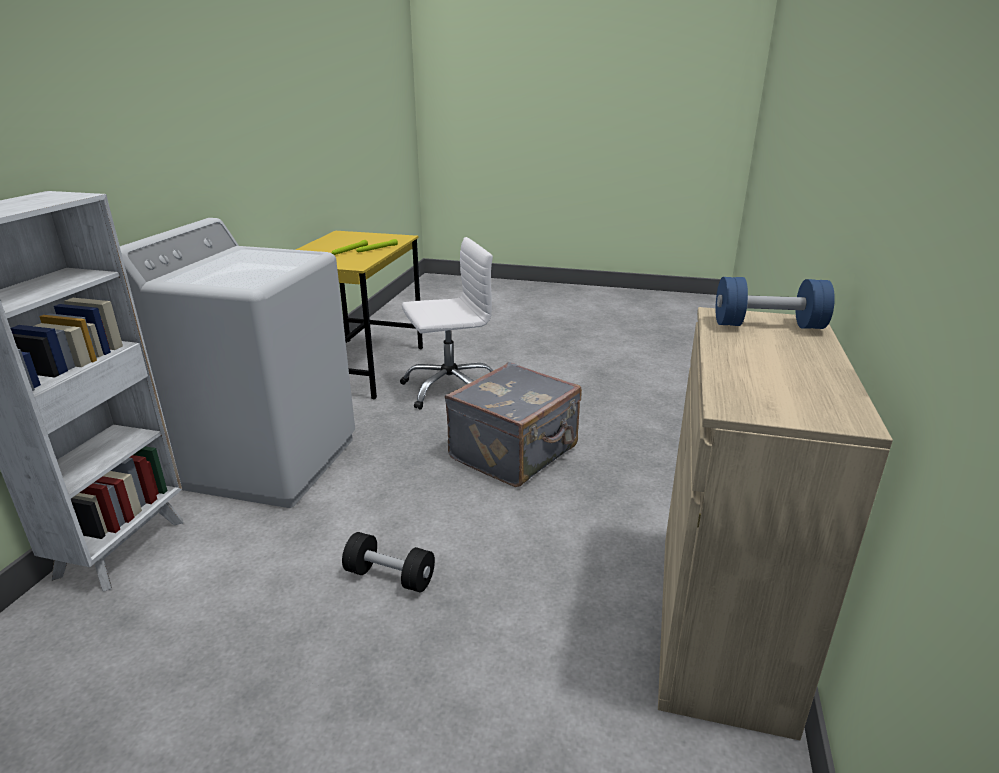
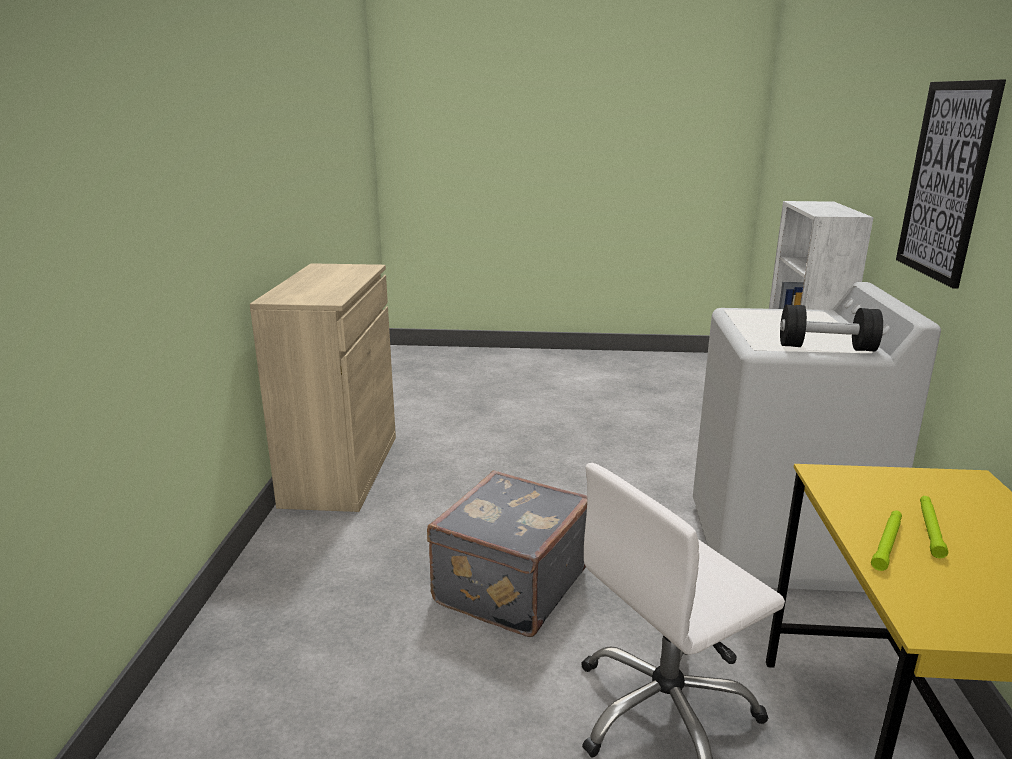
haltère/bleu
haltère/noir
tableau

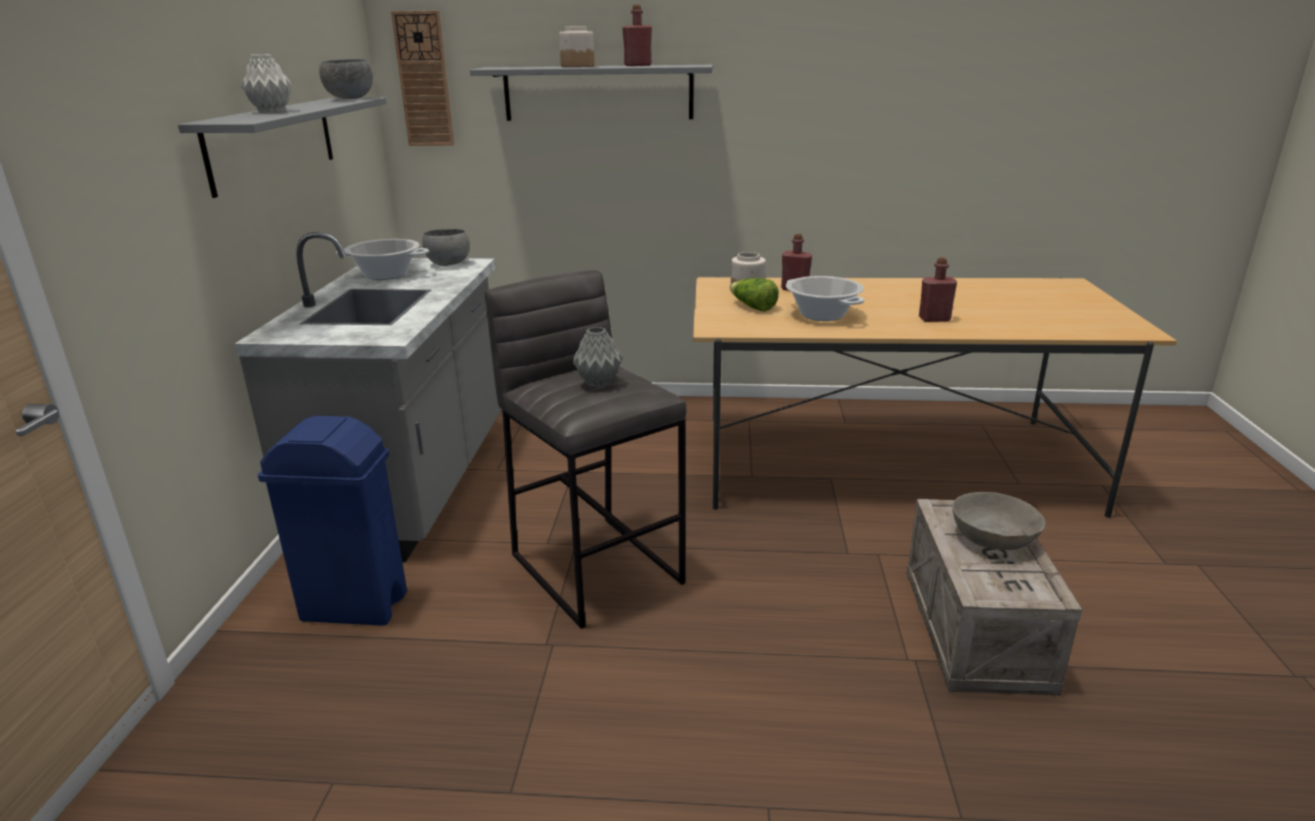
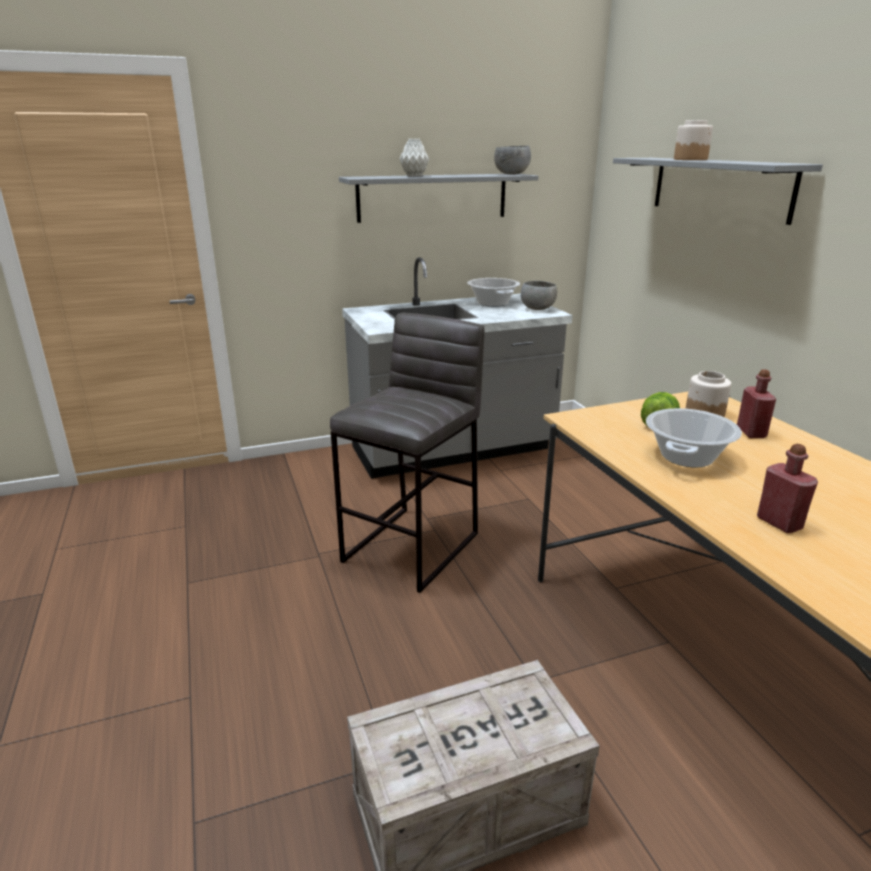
bouteille/rouge (no. 1 from left in the first image)
horloge murale
vase/gris (no. 2 from left in the first image)
poubelle/bleu
bol/gris (no. 3 from left in the first image)

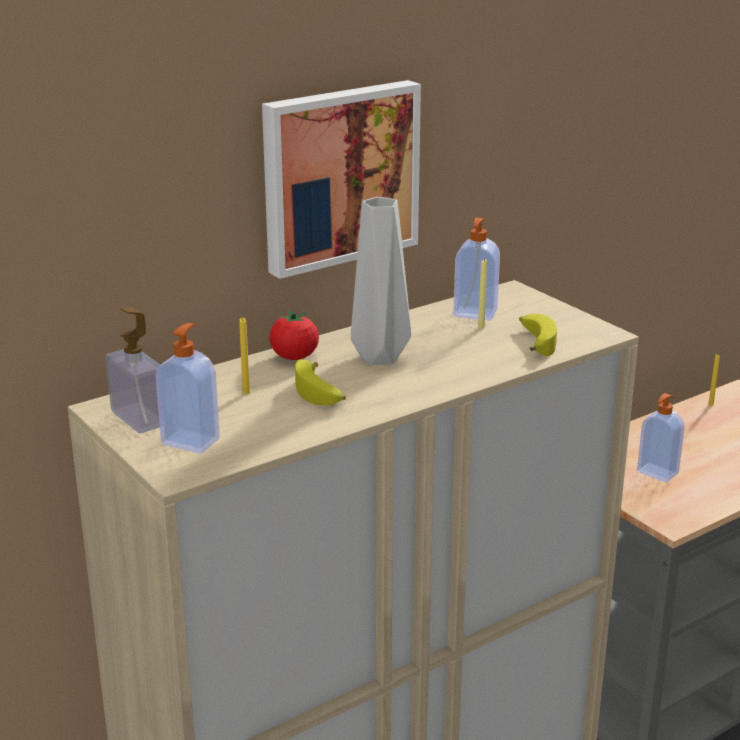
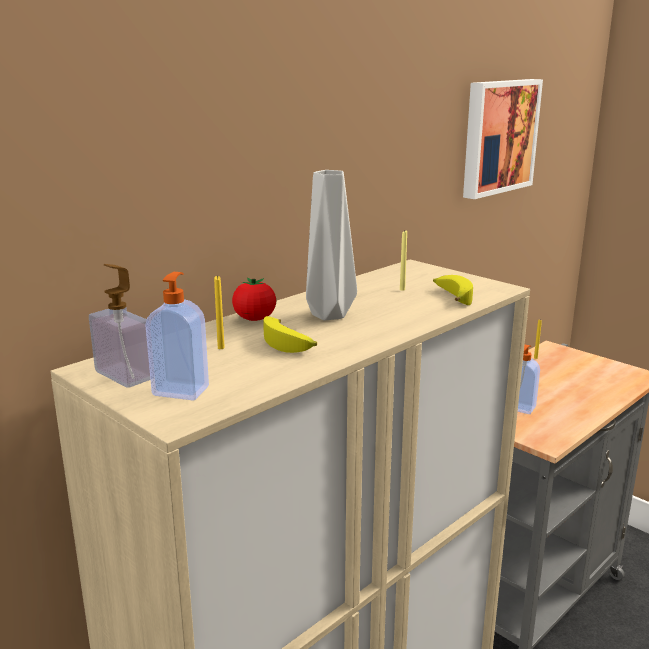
tableau
distributeur de savon (no. 3 from left in the first image)

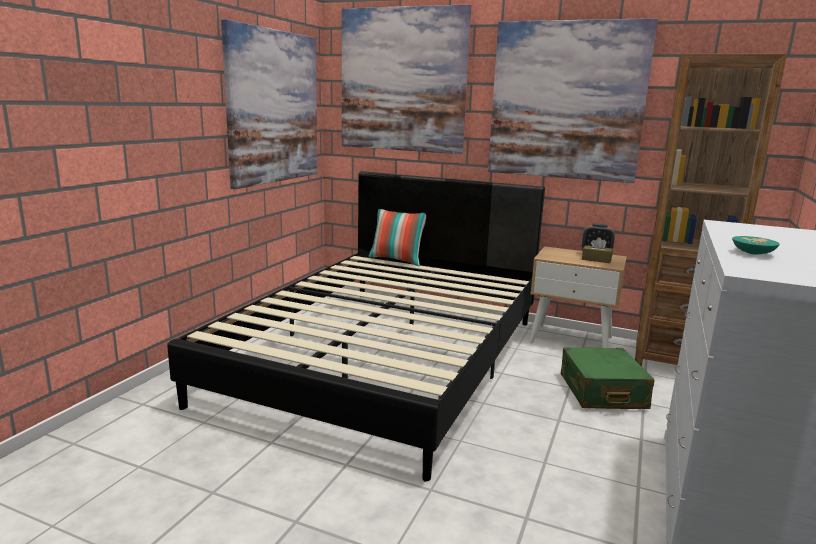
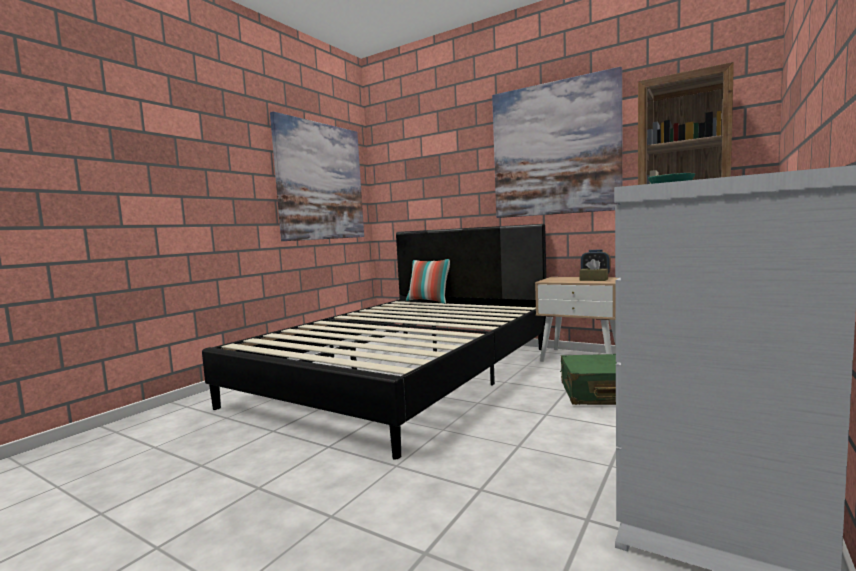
tableau (no. 2 from left in the first image)

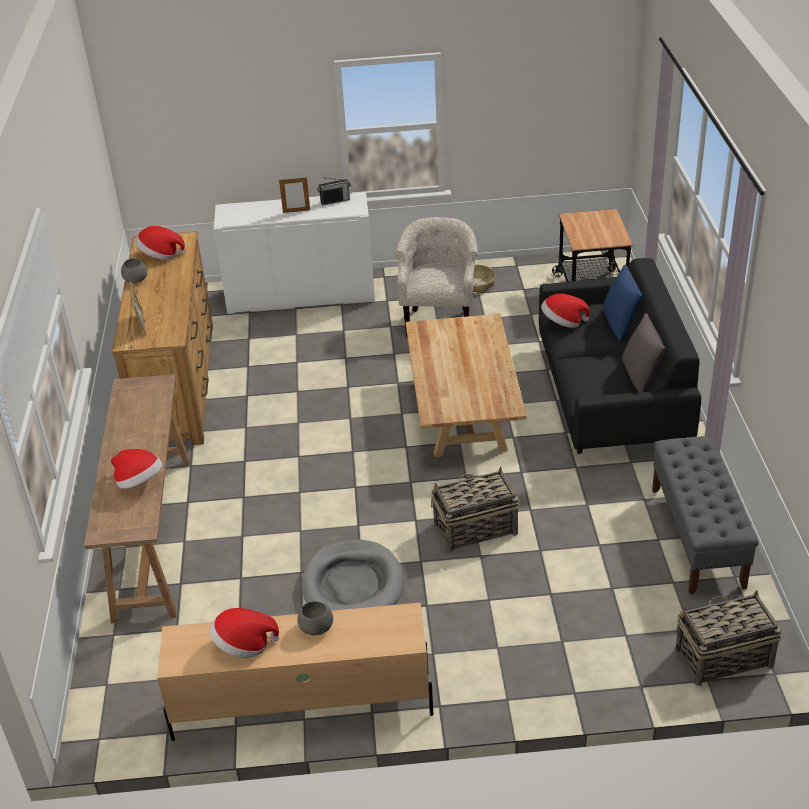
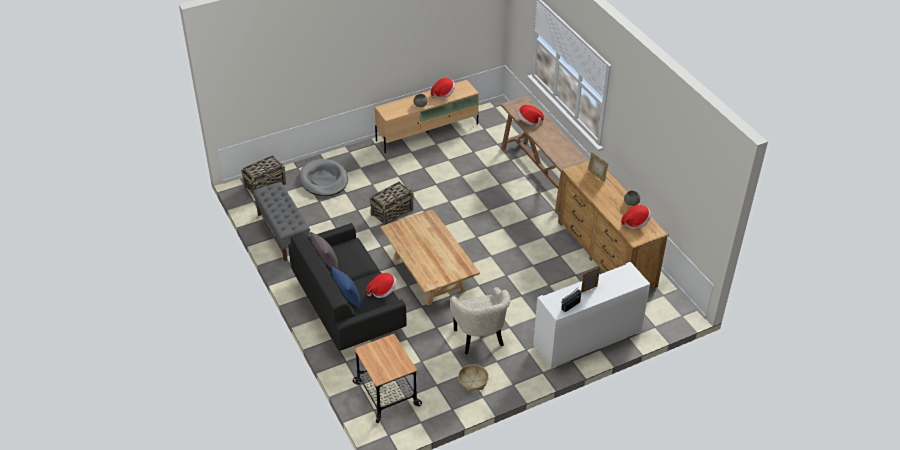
panier pour chien/gris

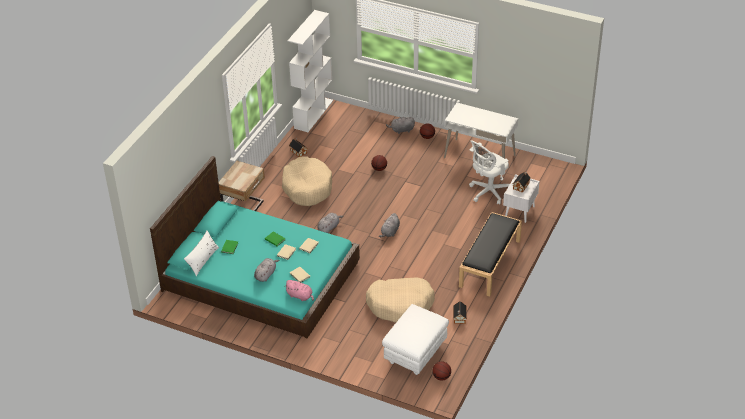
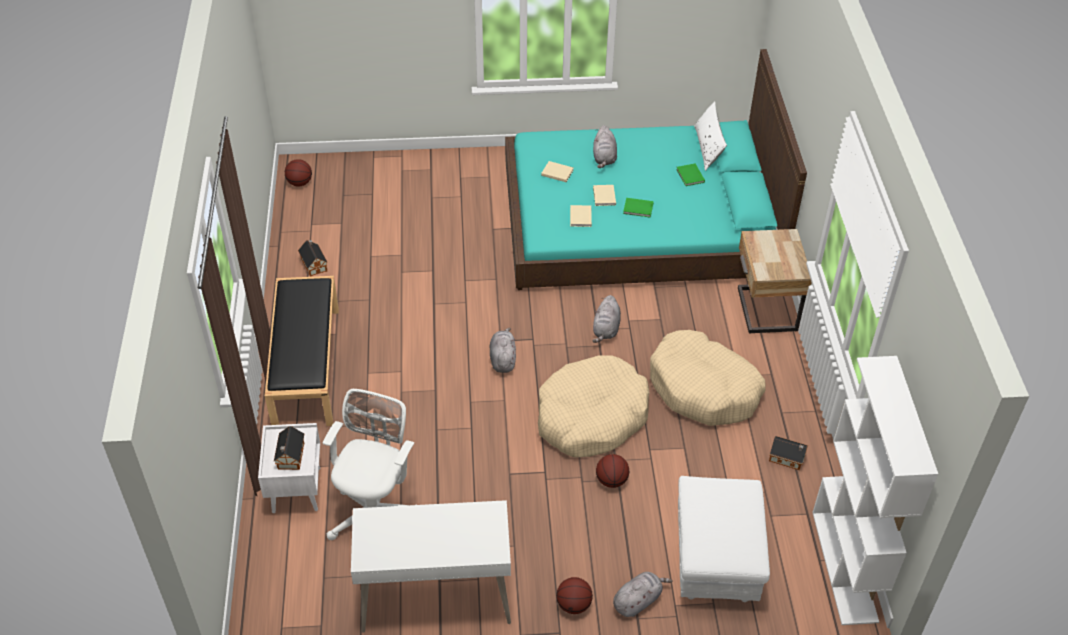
panier pour chien/beige (no. 1 from left)
peluche/rose
pouf/blanc

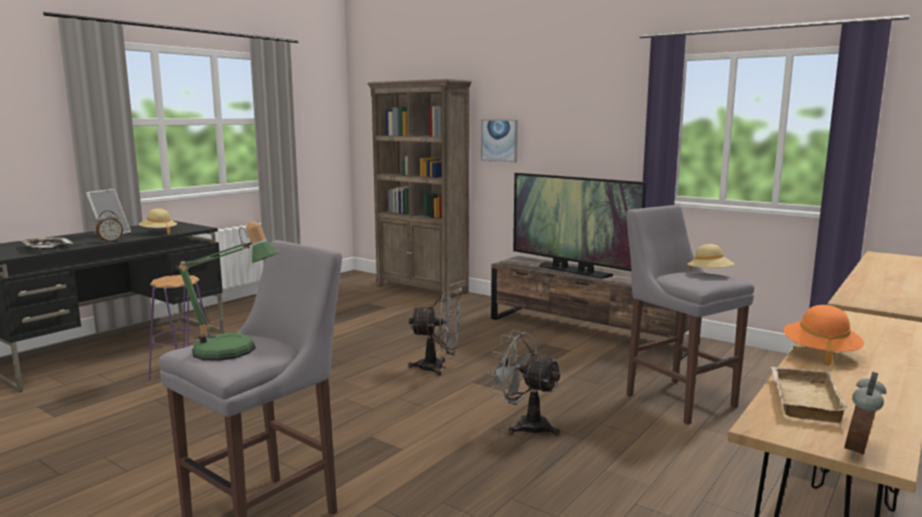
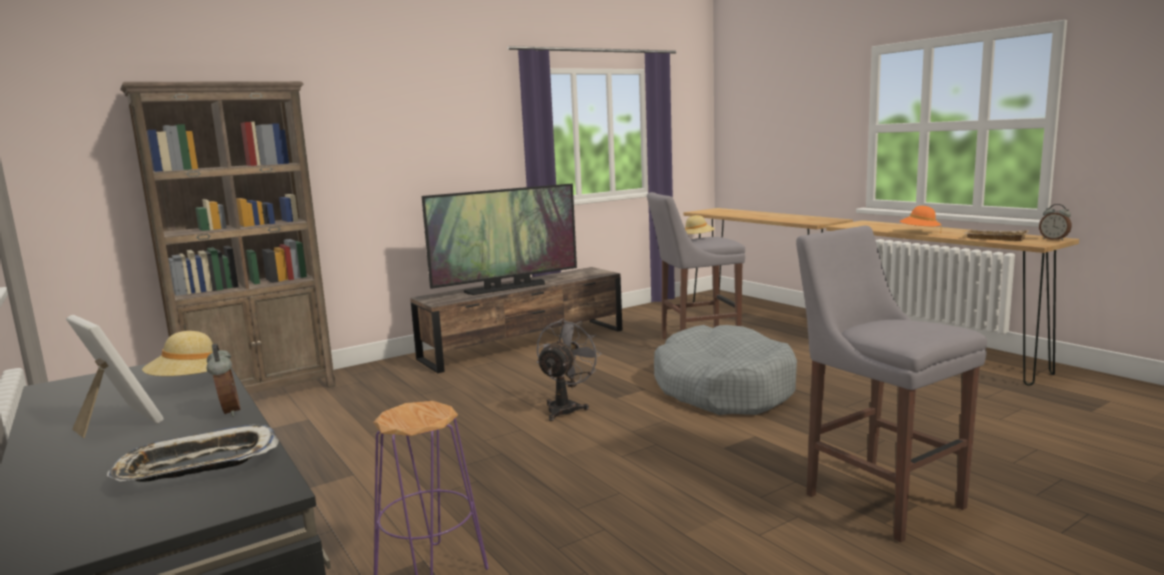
tableau
lampe de table
panier pour chien/gris

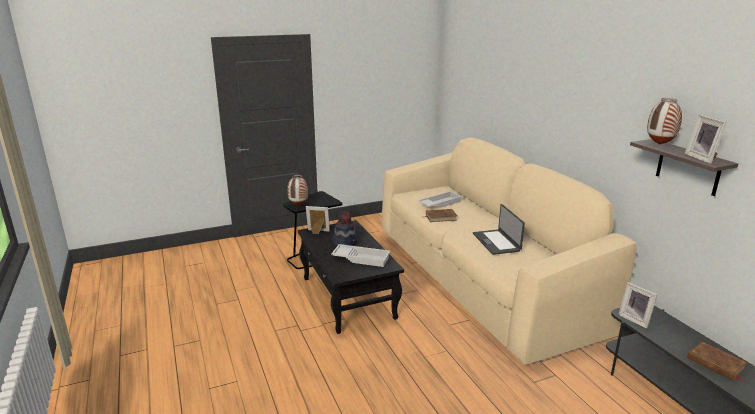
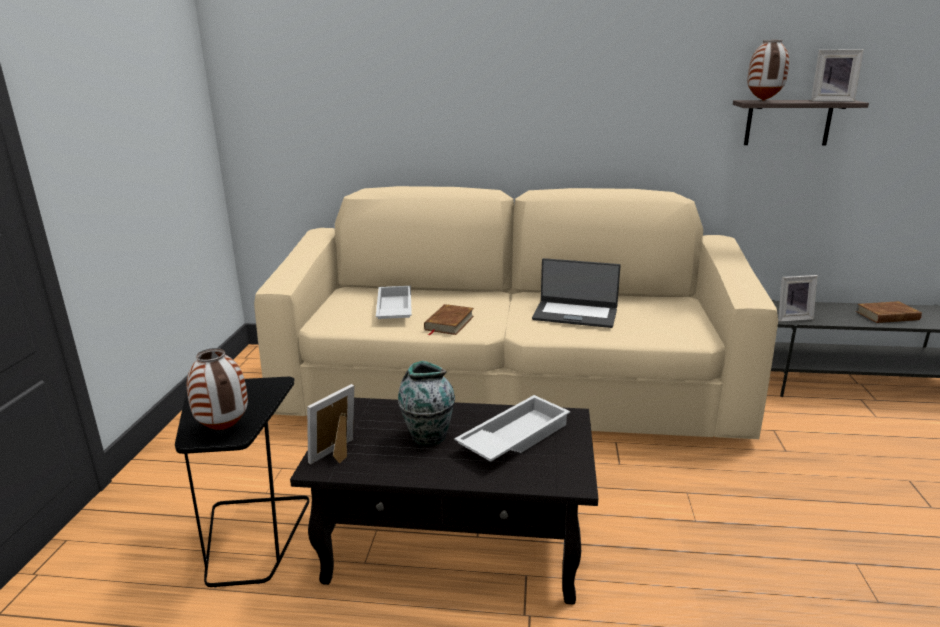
vase (no. 2 from left)

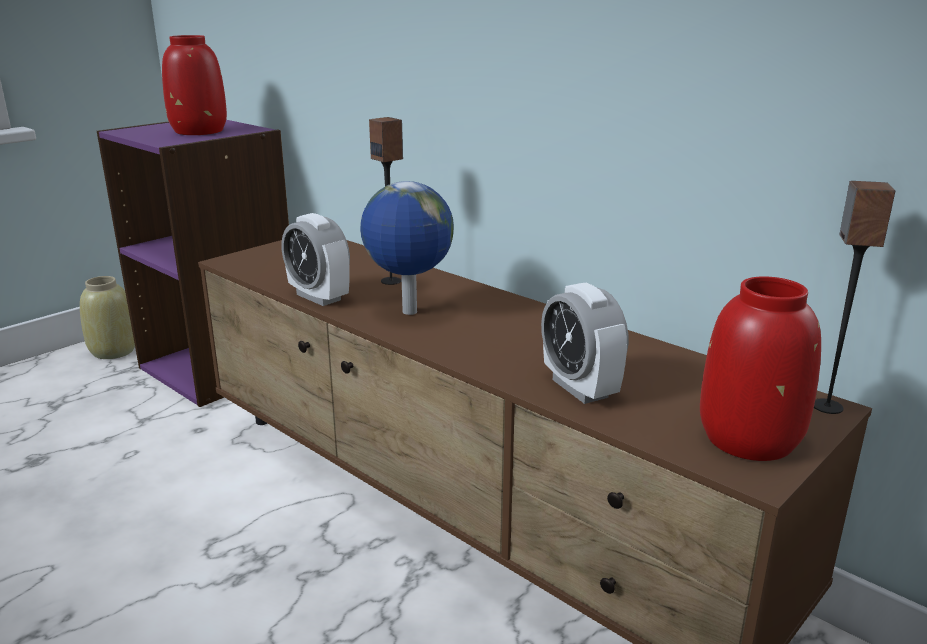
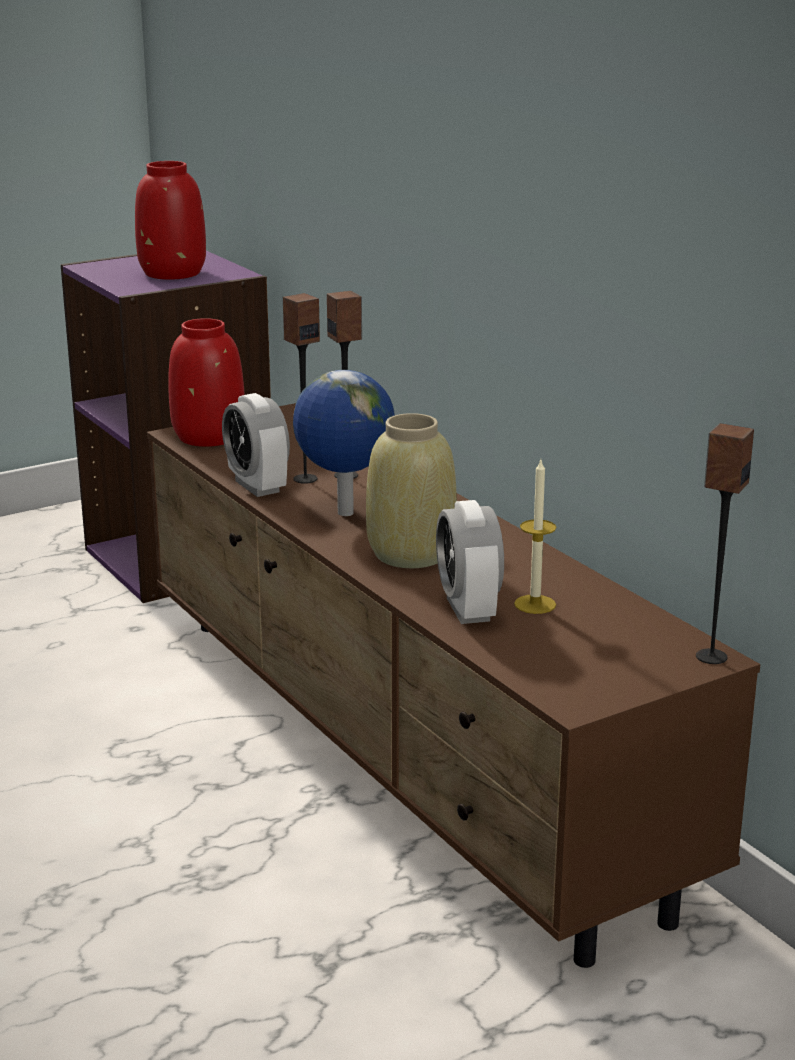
vase/beige
vase/rouge (no. 2 from left)
enceinte (no. 1 from left)
bougie

